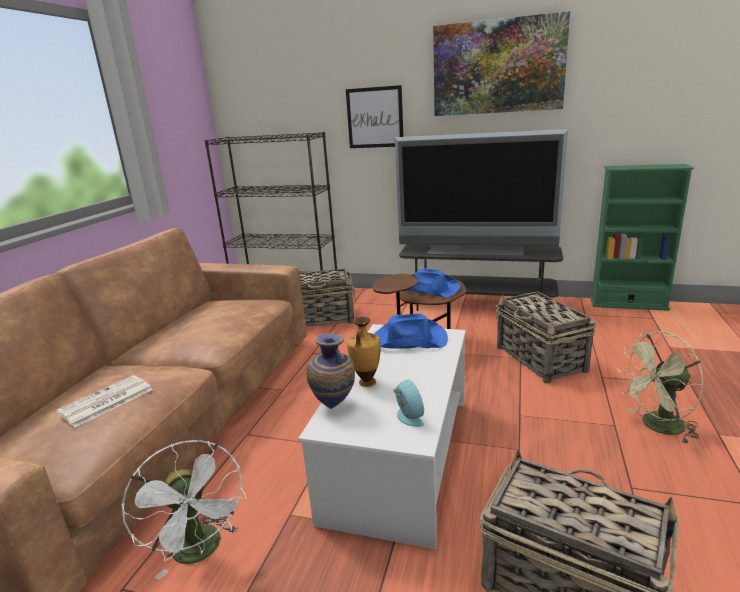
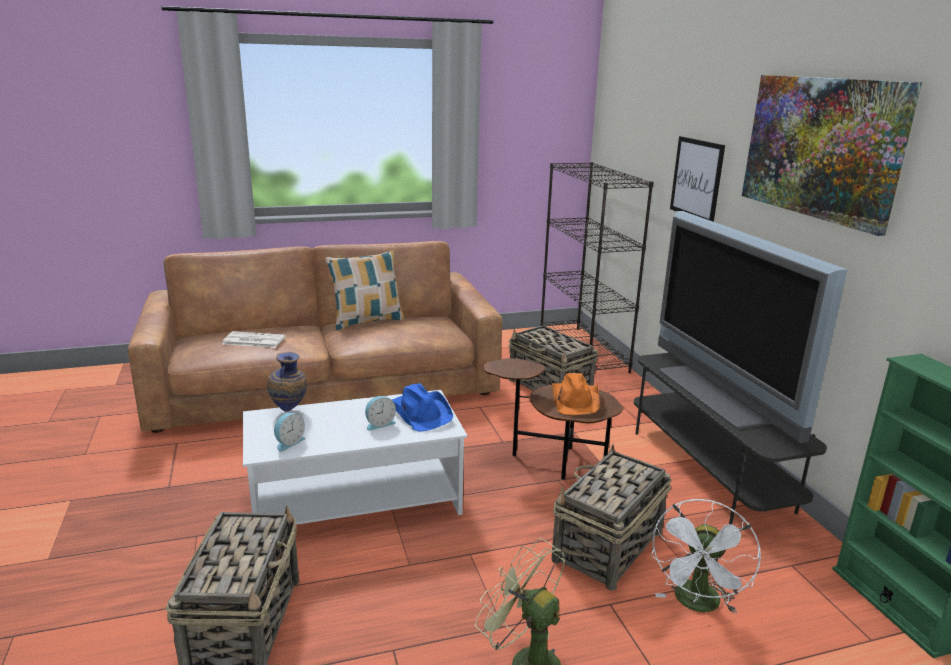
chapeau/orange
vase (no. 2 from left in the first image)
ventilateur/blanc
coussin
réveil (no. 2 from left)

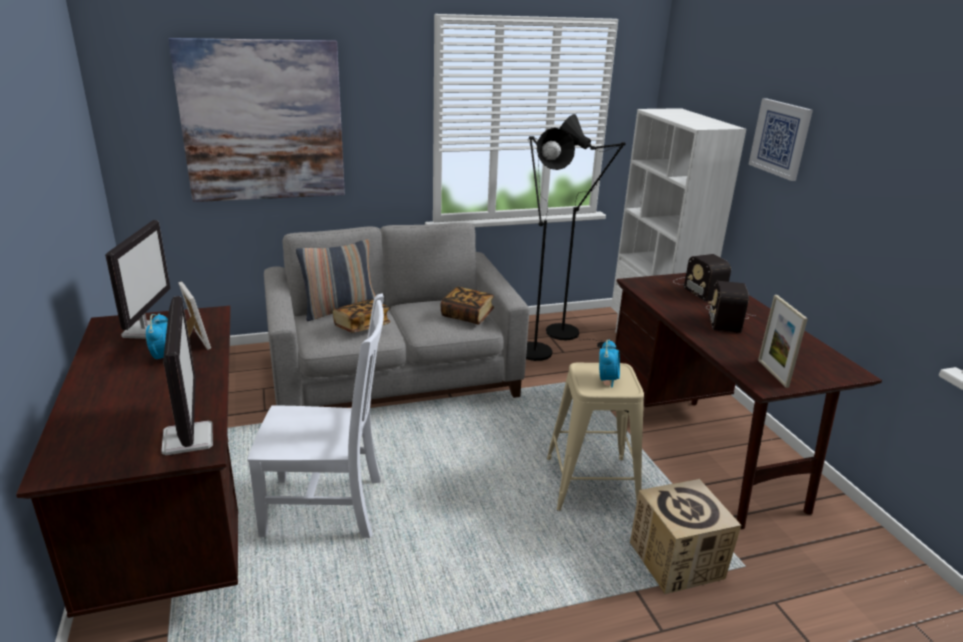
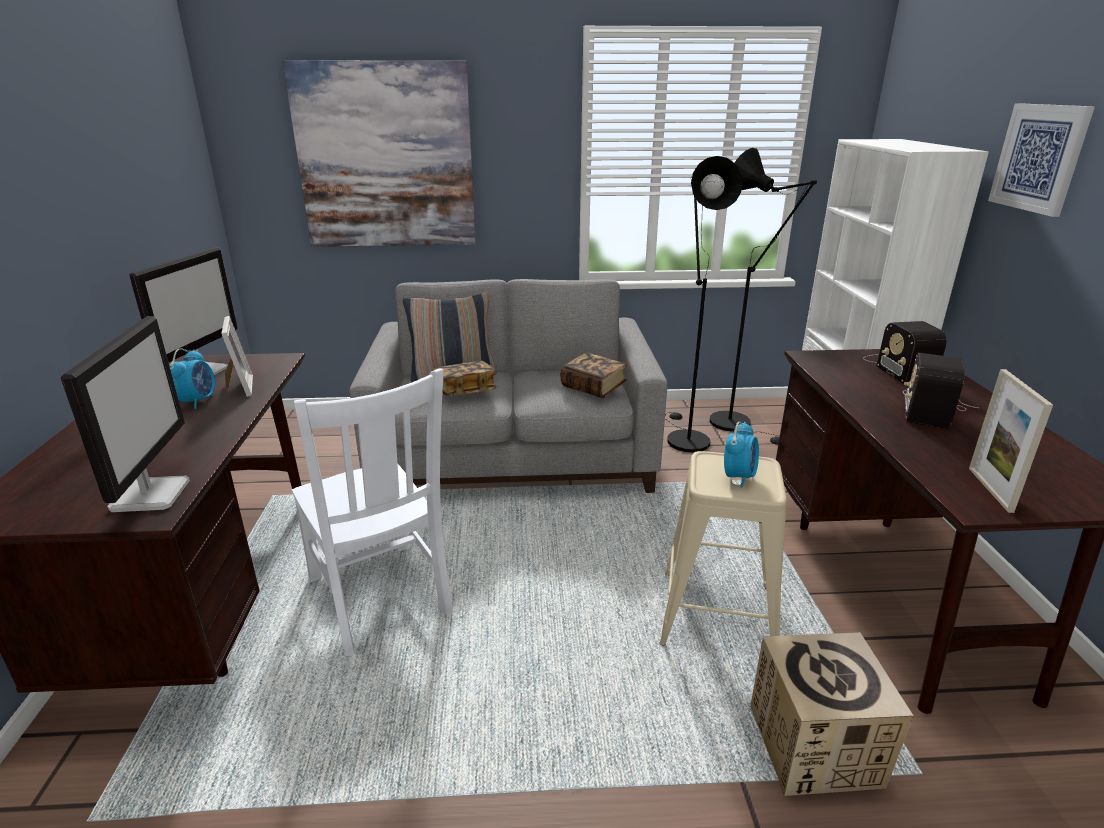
chaise/blanc

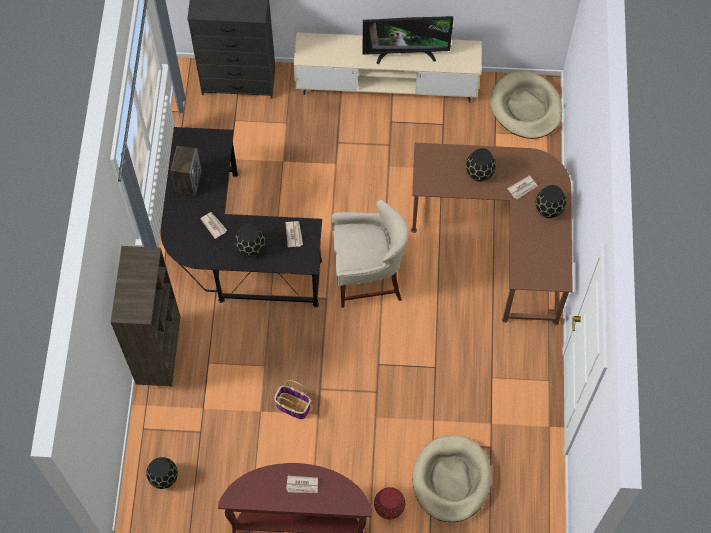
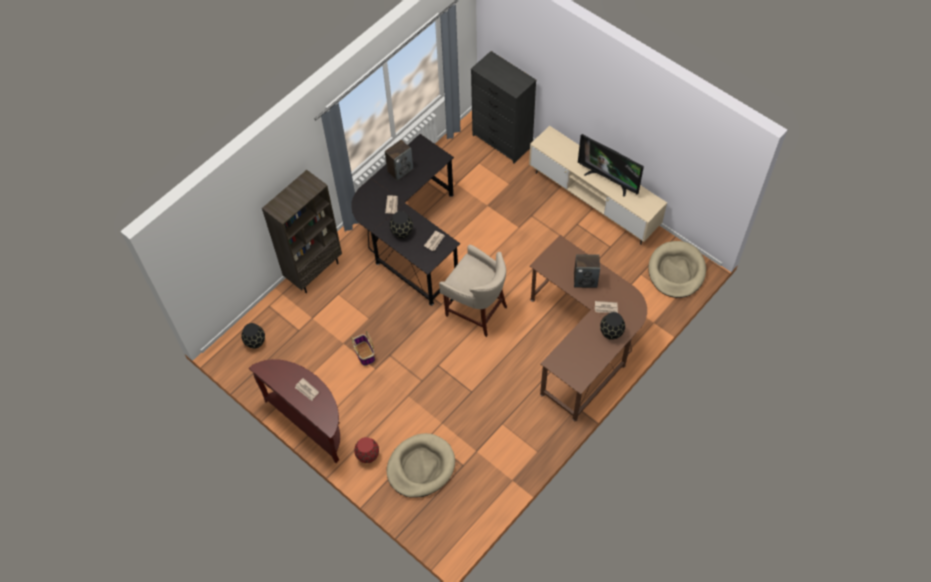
enceinte (no. 2 from left)

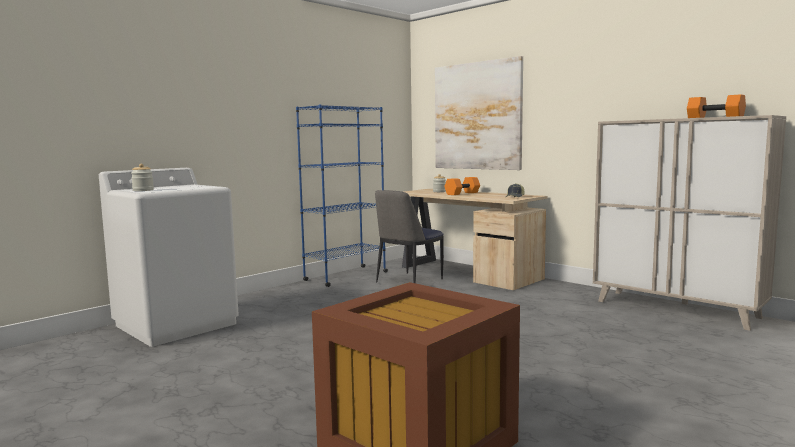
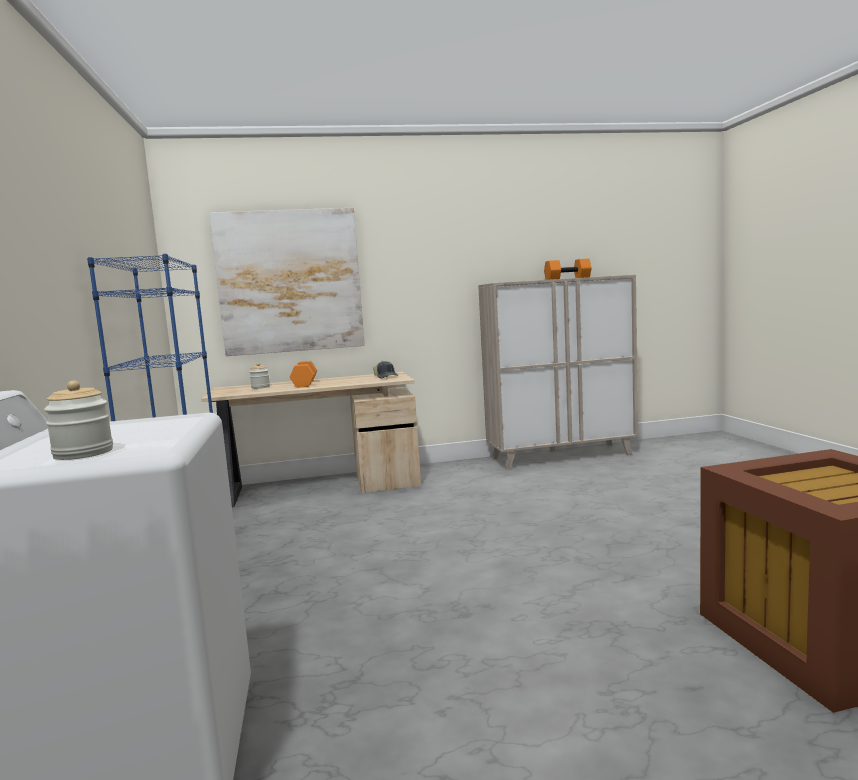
chaise

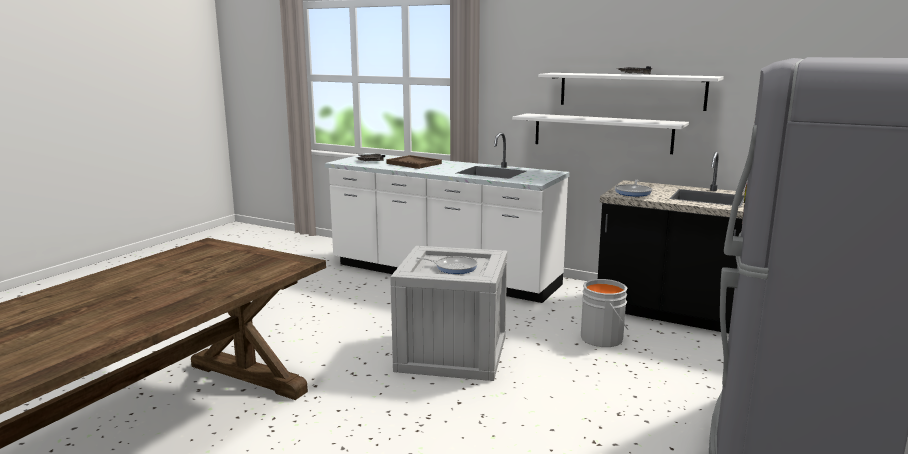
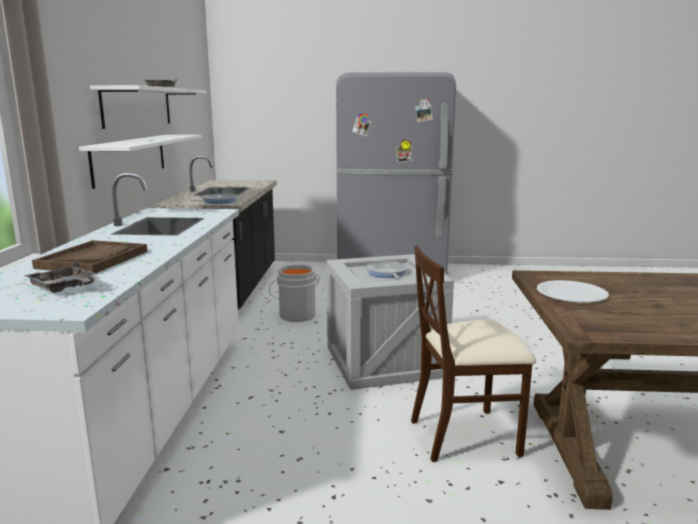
chaise/beige
assiette/blanc

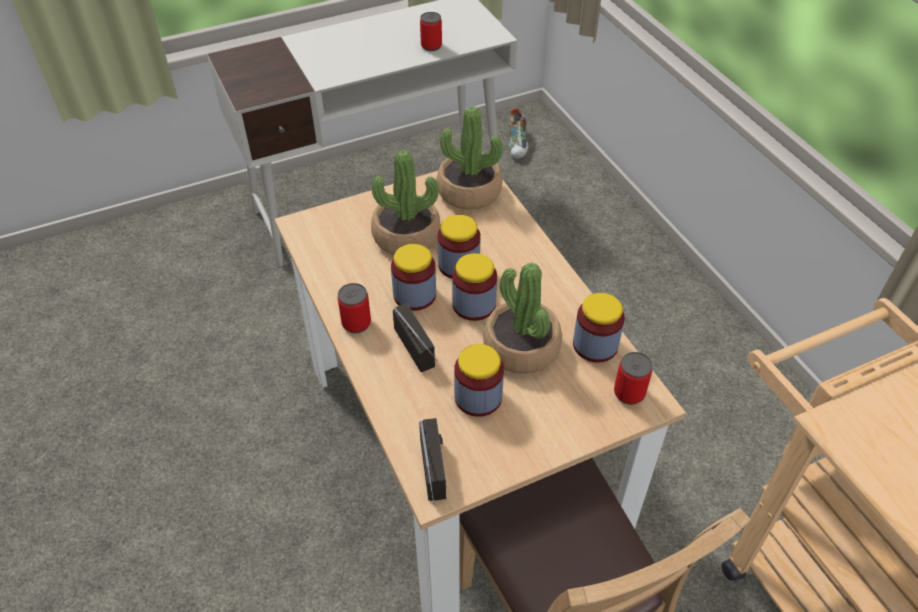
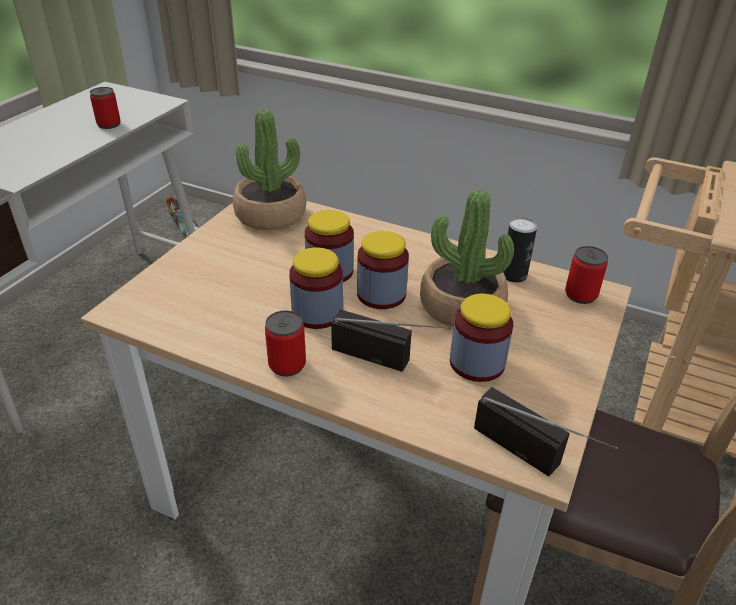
plante en pot (no. 1 from left in the first image)
boîte métallique (no. 3 from left)

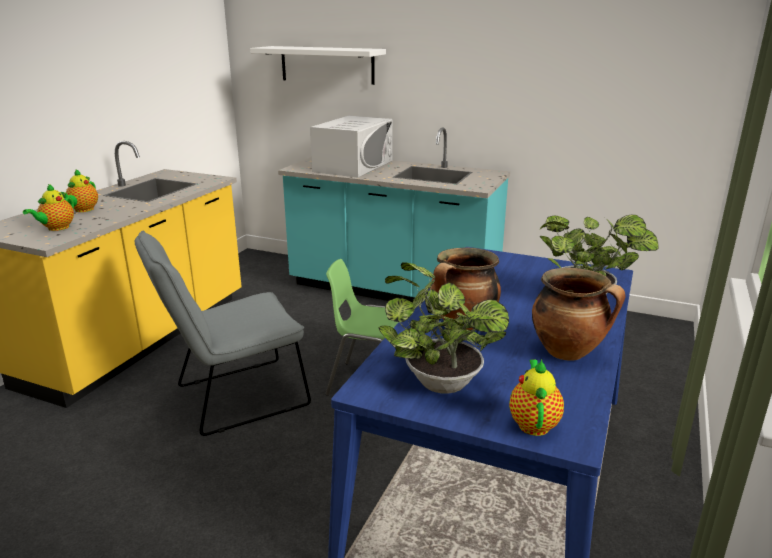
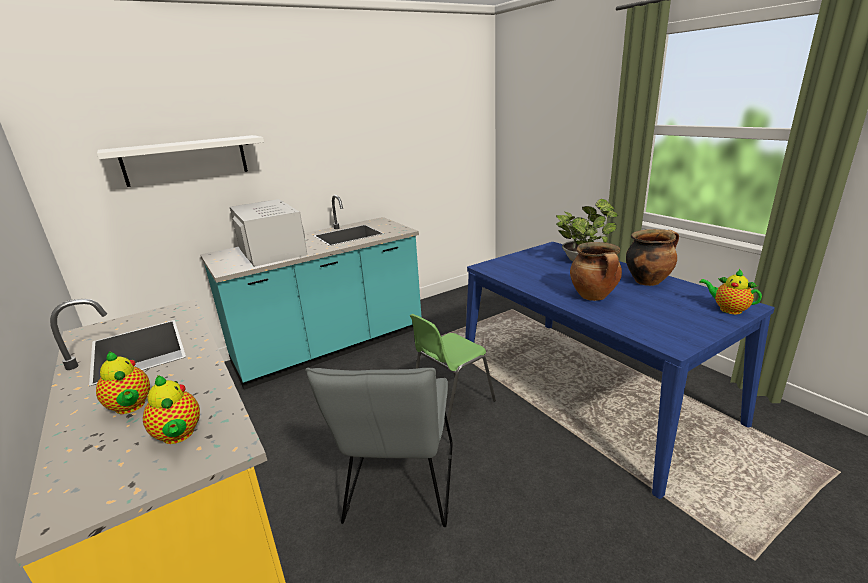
plante en pot (no. 1 from left in the first image)

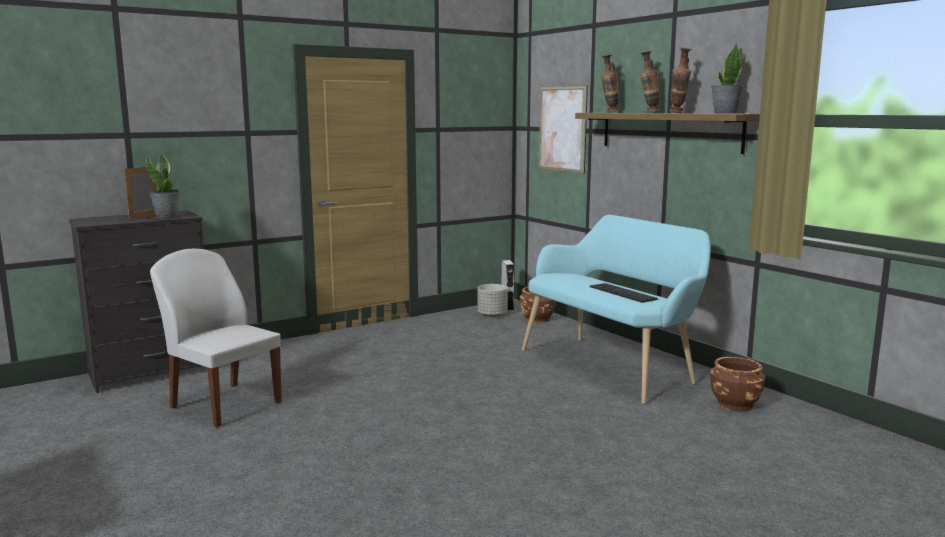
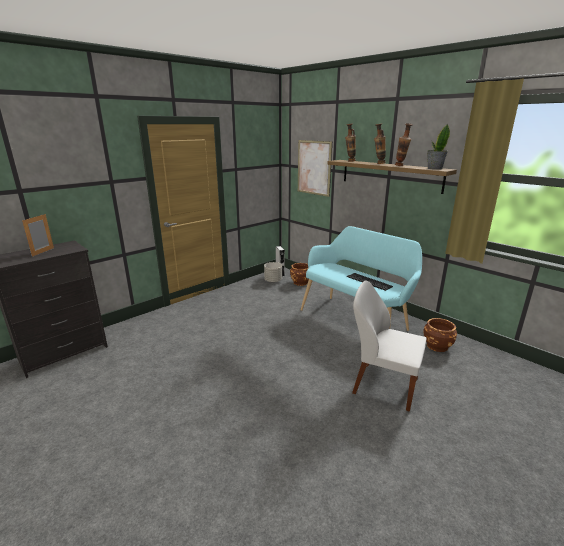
plante en pot (no. 1 from left in the first image)
chaise/blanc

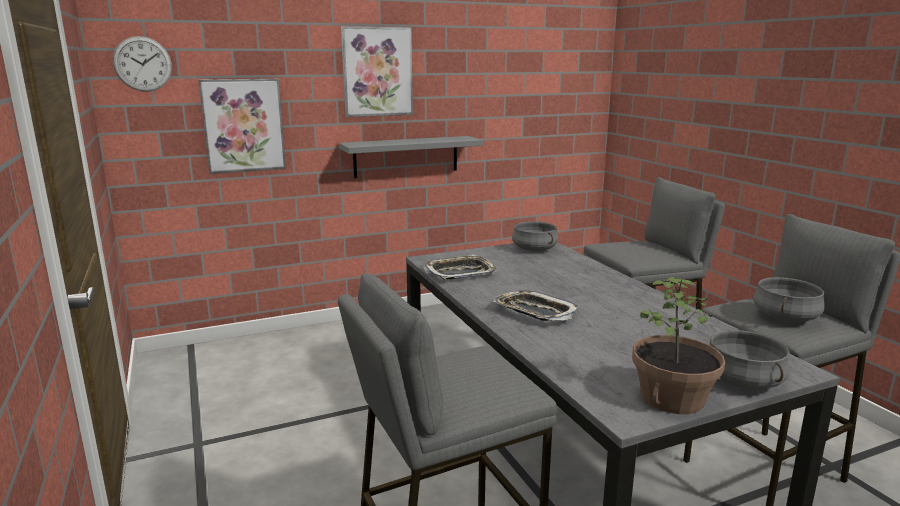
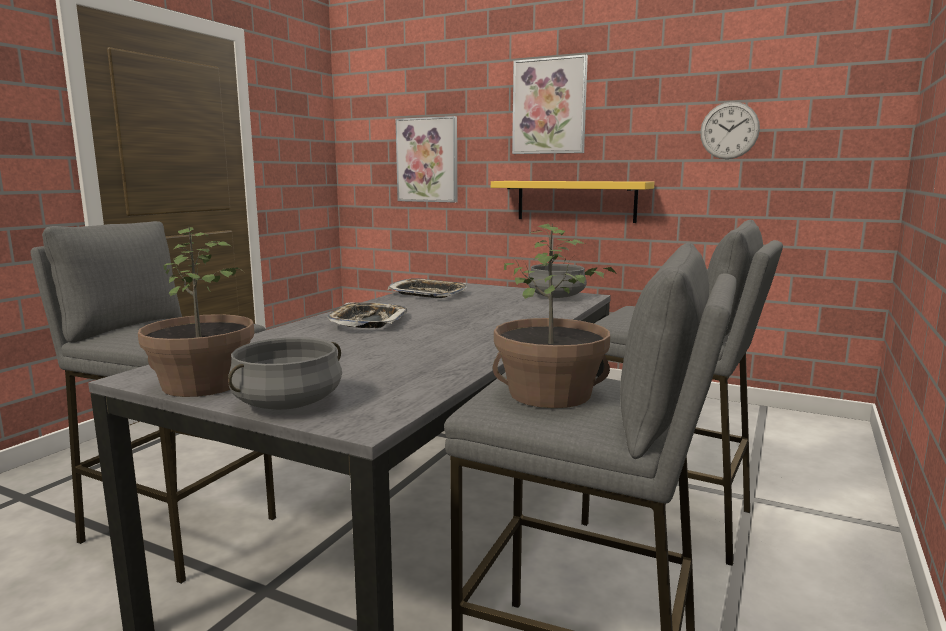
horloge murale
étagère/jaune
plante en pot (no. 2 from left)

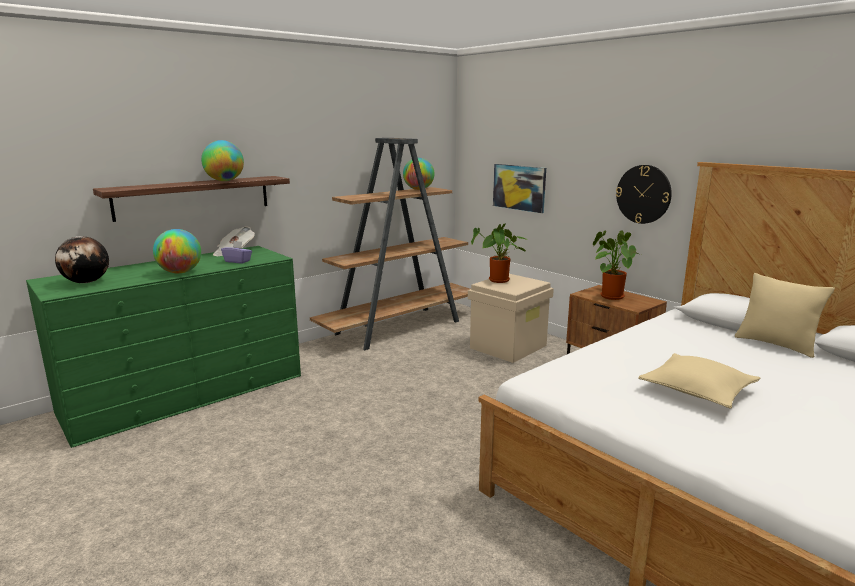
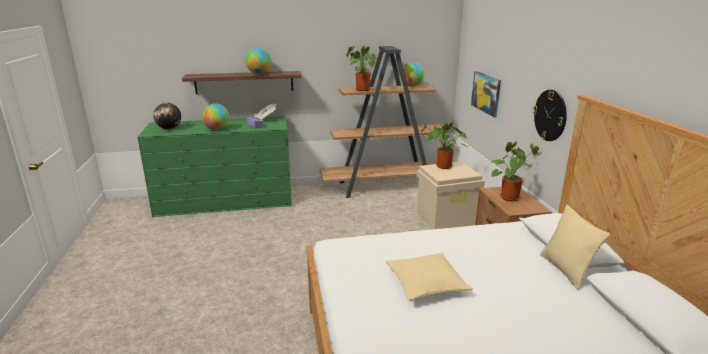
plante en pot (no. 1 from left)

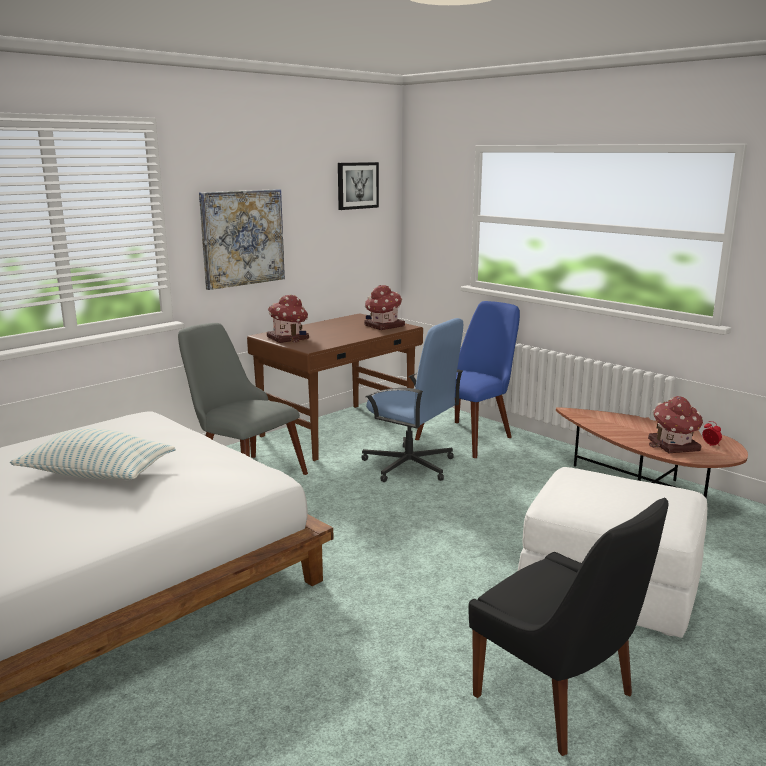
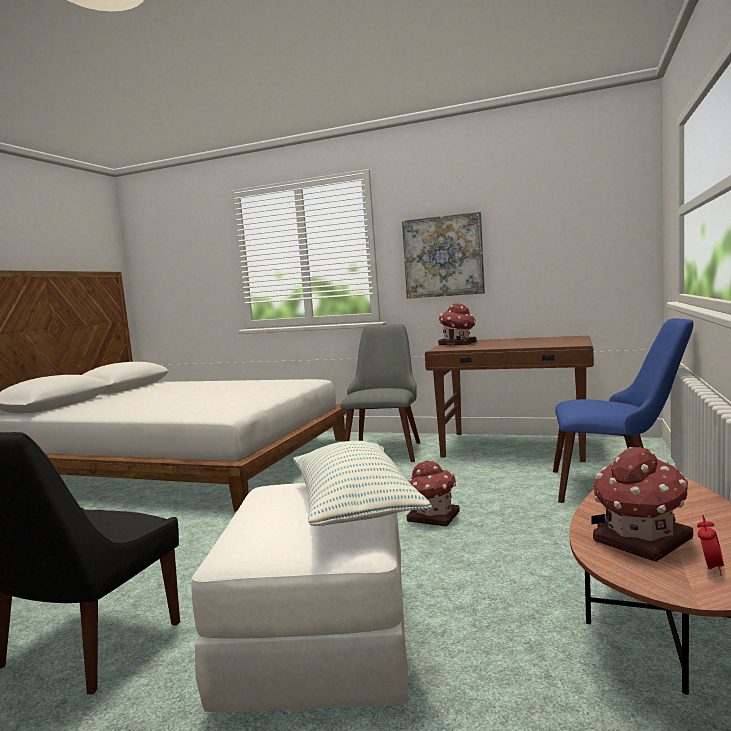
tableau (no. 2 from left in the first image)
maison miniature (no. 1 from left)
chaise de bureau/bleu
coussin

